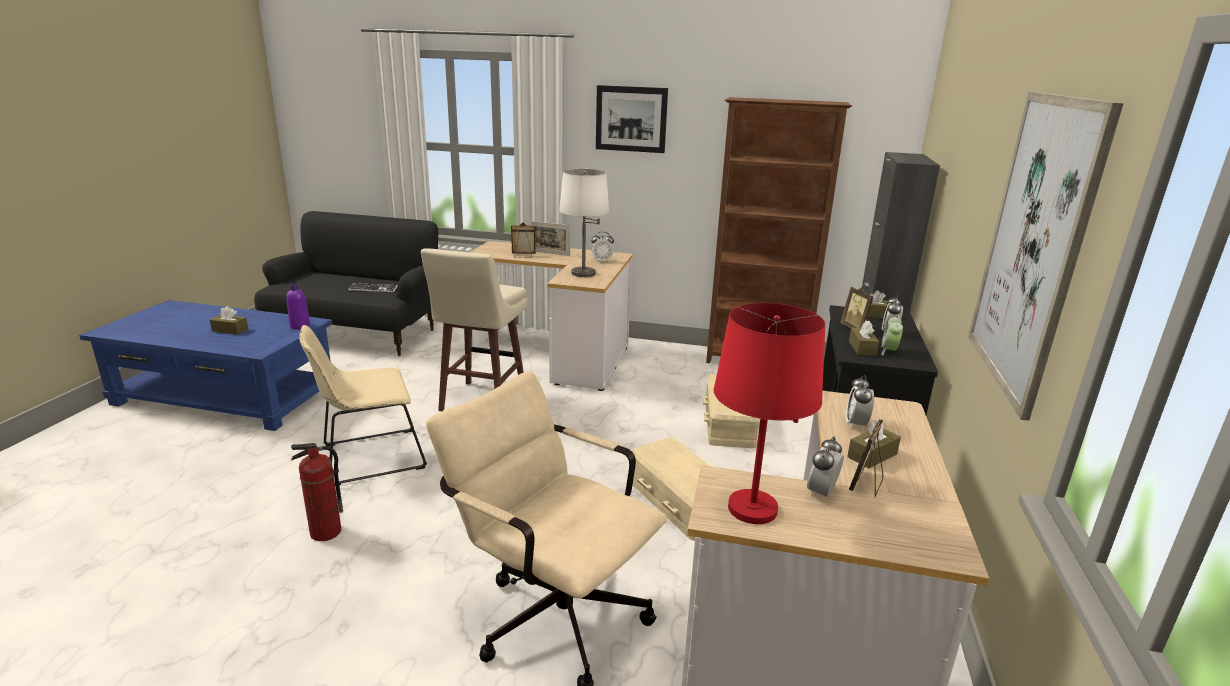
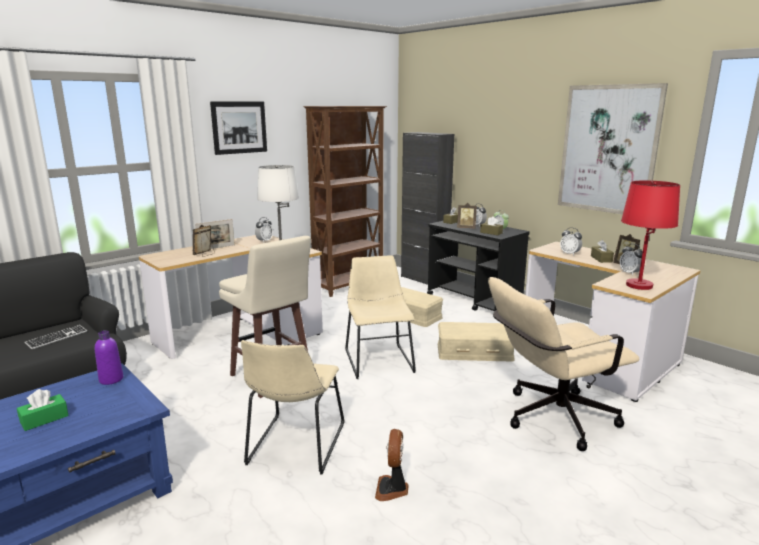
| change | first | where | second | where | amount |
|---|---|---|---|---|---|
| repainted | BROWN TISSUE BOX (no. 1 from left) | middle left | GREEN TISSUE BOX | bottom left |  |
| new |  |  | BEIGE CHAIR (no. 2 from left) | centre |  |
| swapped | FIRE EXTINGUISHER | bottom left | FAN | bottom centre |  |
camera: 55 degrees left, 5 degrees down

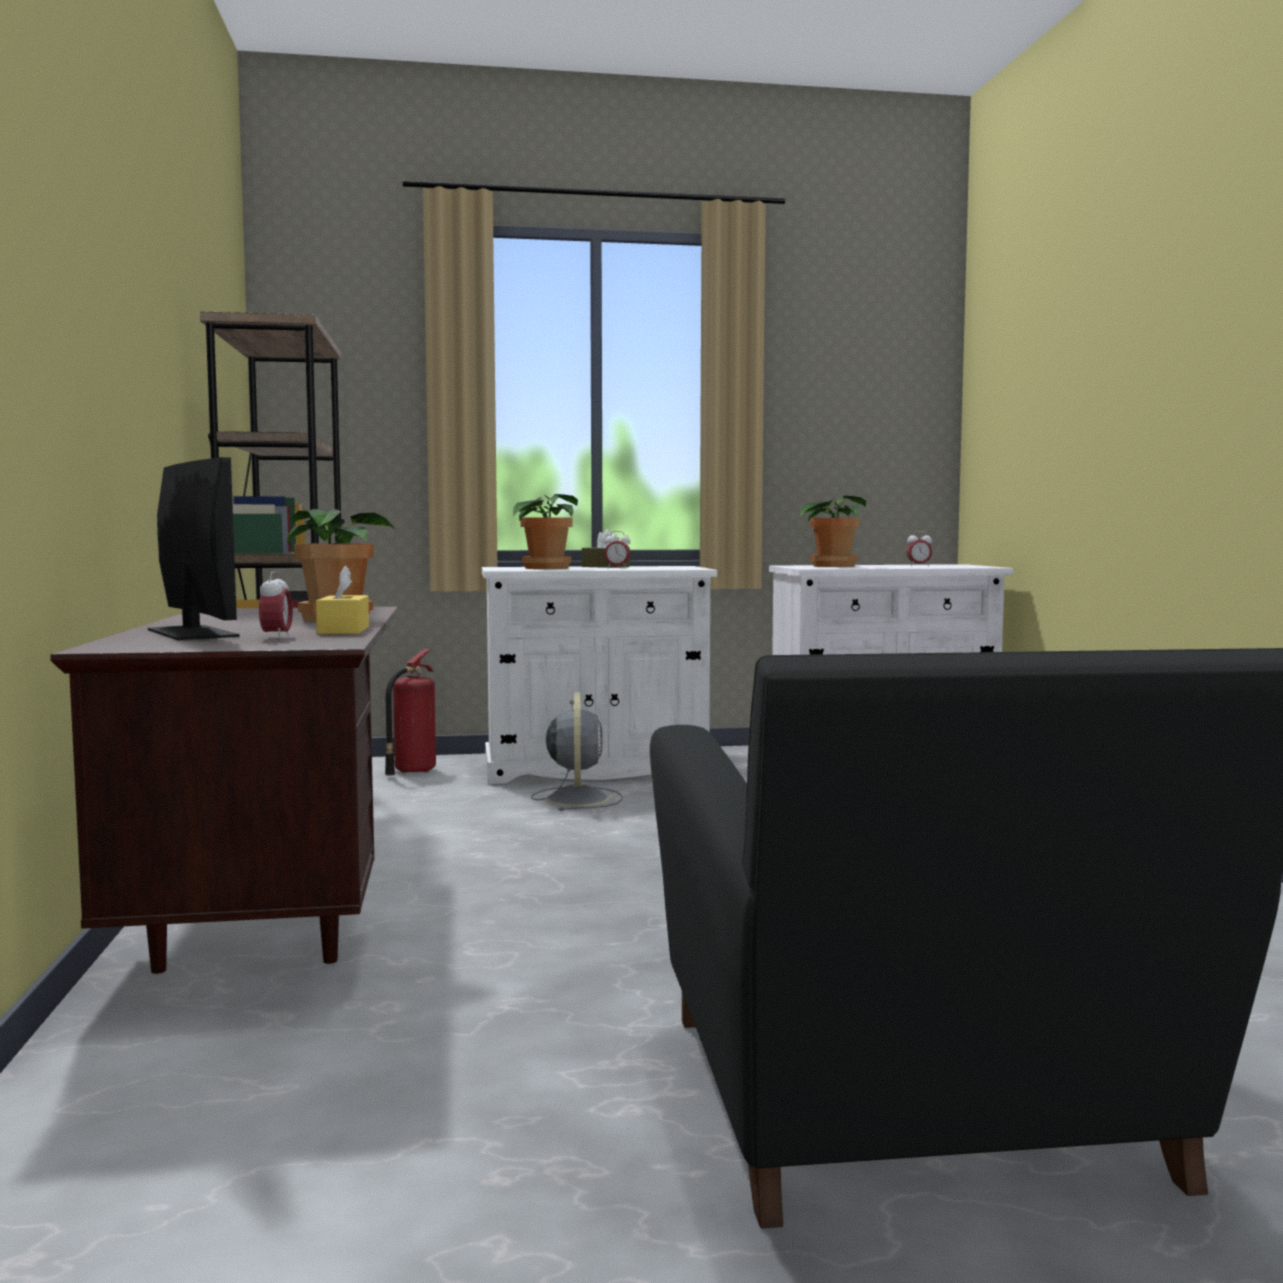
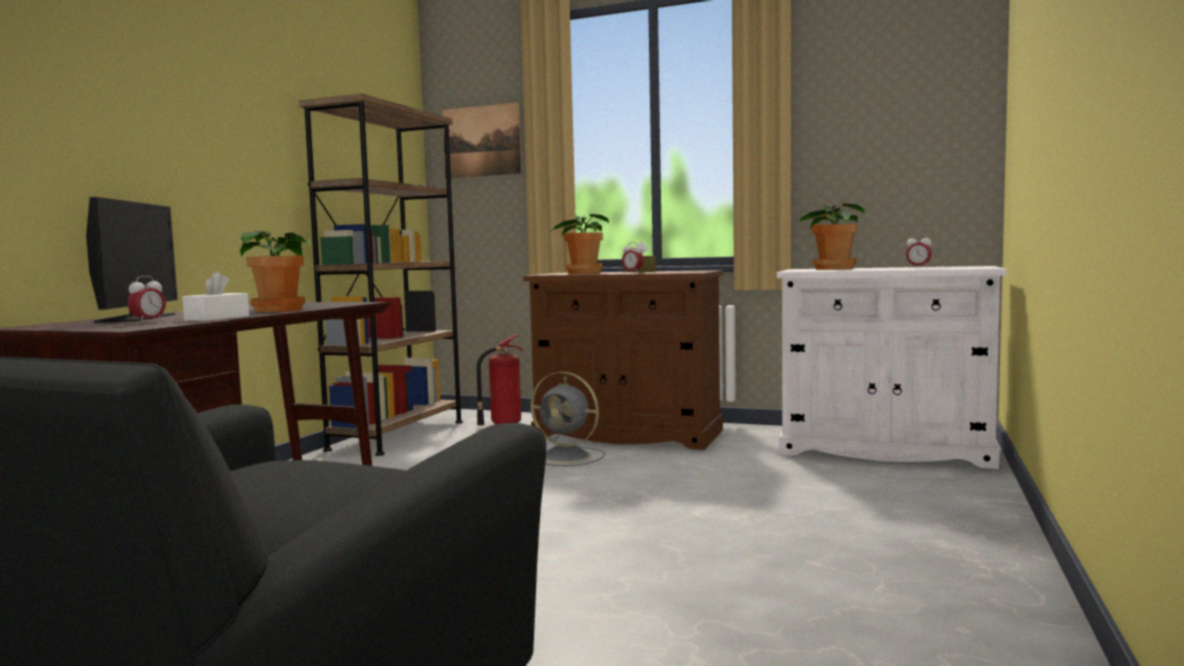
| change | first | where | second | where | amount |
|---|---|---|---|---|---|
| repainted | YELLOW TISSUE BOX | middle left | WHITE TISSUE BOX | middle left |  |
| new |  |  | PICTURE | top centre |  |
| repainted | WHITE CABINET (no. 1 from left) | centre | BROWN CABINET | centre |  |
| rotated | GREY FAN | centre |  | centre | 90 degrees clockwise |
camera: 30 degrees right, 0 degrees up

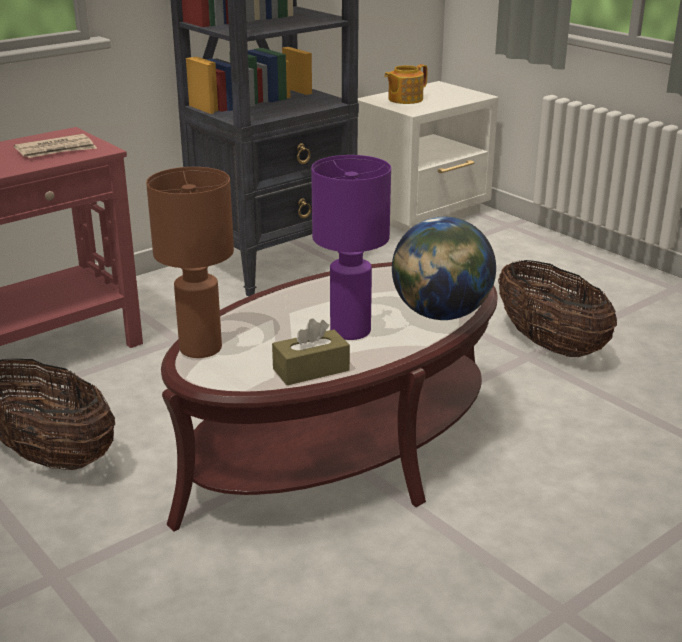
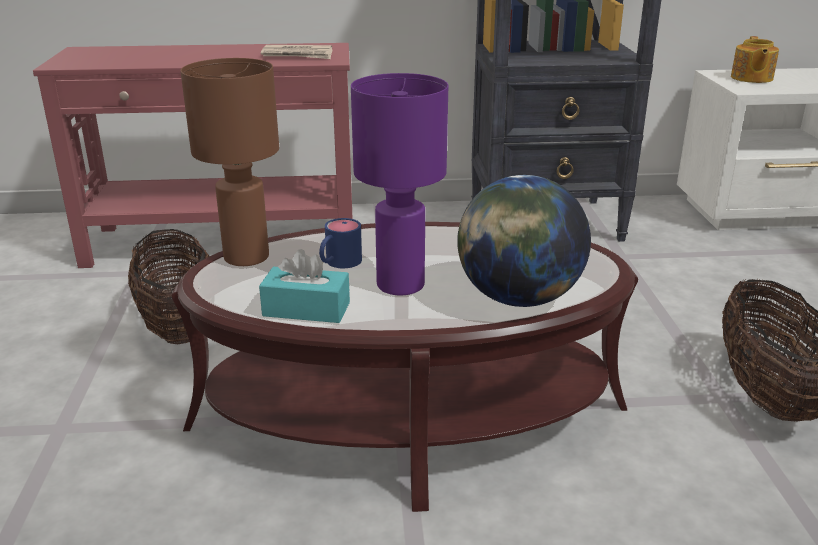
| change | first | where | second | where | amount |
|---|---|---|---|---|---|
| repainted | BROWN TISSUE BOX | centre | TURQUOISE TISSUE BOX | centre |  |
| new |  |  | BLUE MUG | centre |  |
| rotated | TEAPOT | top centre |  | top right | 75 degrees counterclockwise |
camera: 35 degrees right, 0 degrees up

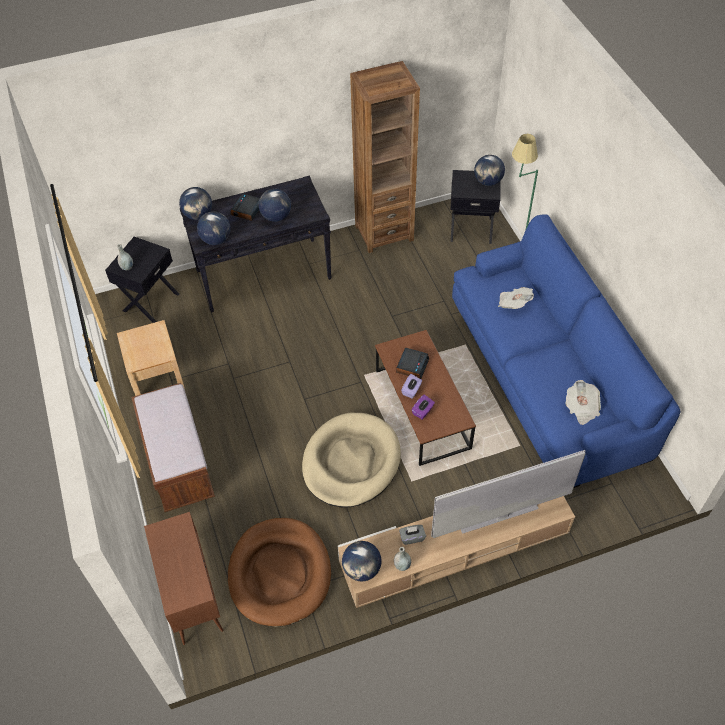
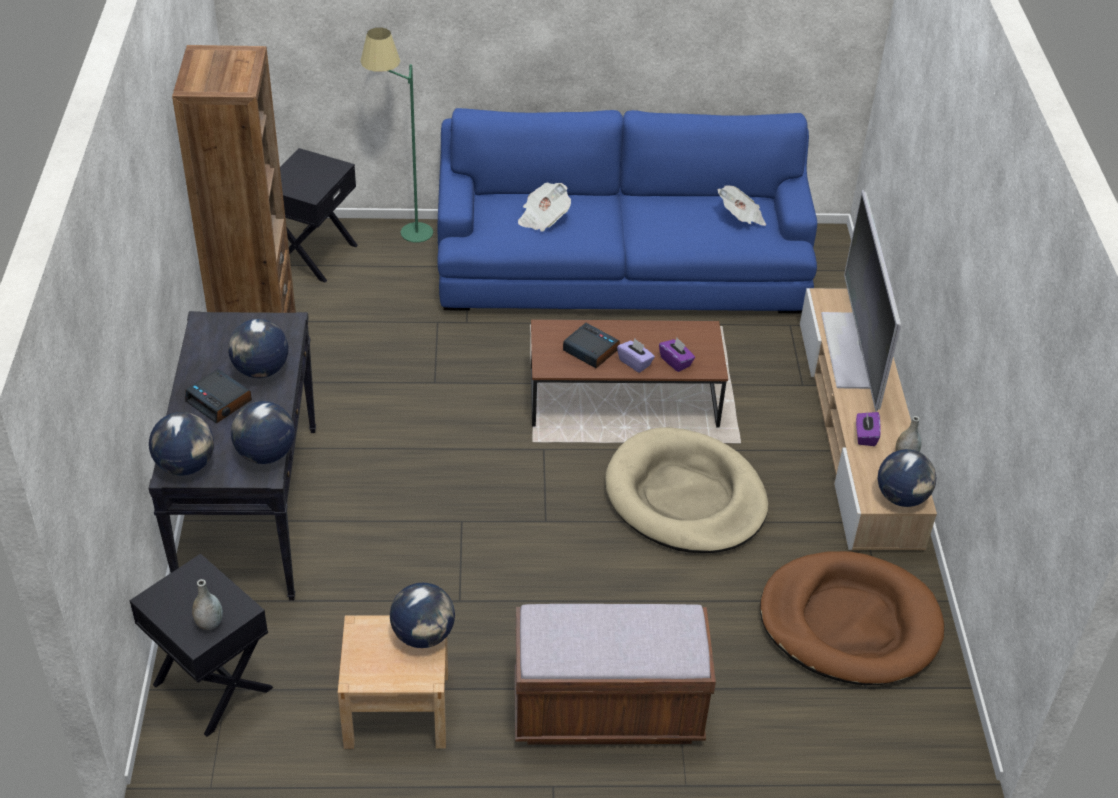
| change | first | where | second | where | amount |
|---|---|---|---|---|---|
| shifted | GLOBE (no. 5 from left in the first image) | top right | GLOBE (no. 4 from left) | bottom centre |  |
| repainted | GREY TISSUE BOX | bottom centre | PURPLE TISSUE BOX (no. 3 from left) | middle right |  |
| gone | BROWN CABINET | bottom left |  |  |  |
camera: 75 degrees left, 10 degrees down

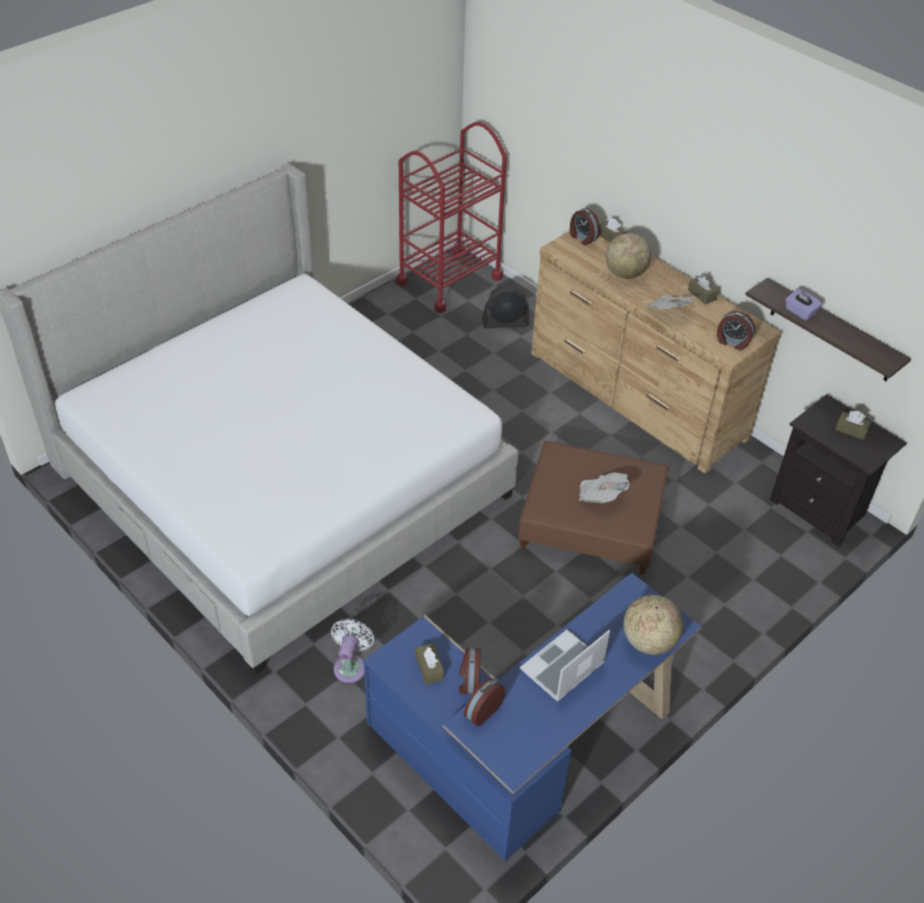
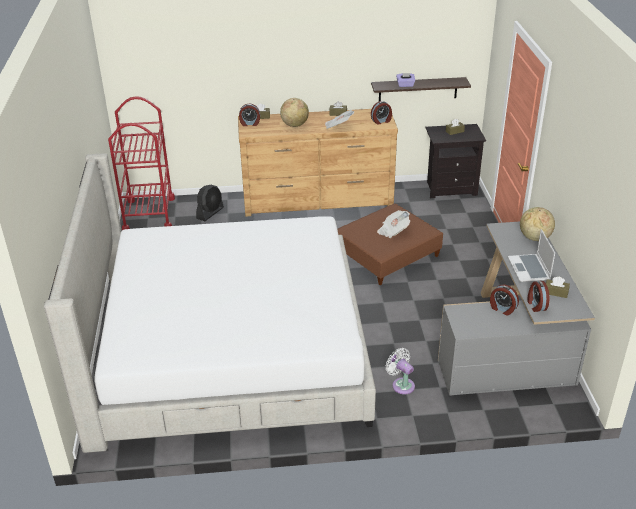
| change | first | where | second | where | amount |
|---|---|---|---|---|---|
| repainted | BLUE DESK | bottom centre | GREY DESK | middle right |  |
| shifted | BROWN TISSUE BOX (no. 1 from left in the first image) | bottom centre | BROWN TISSUE BOX (no. 4 from left) | middle right |  |
camera: 50 degrees left, 10 degrees down

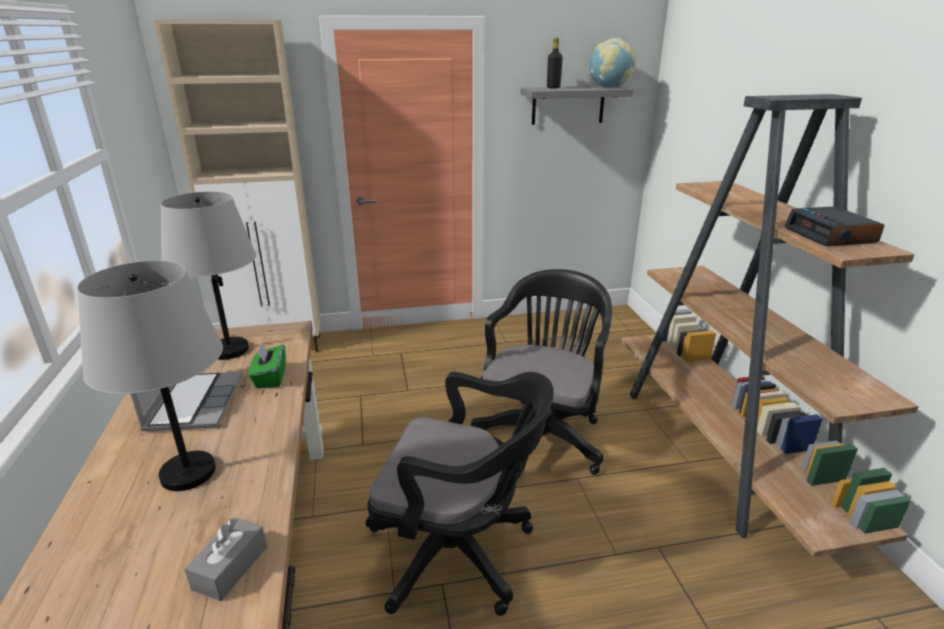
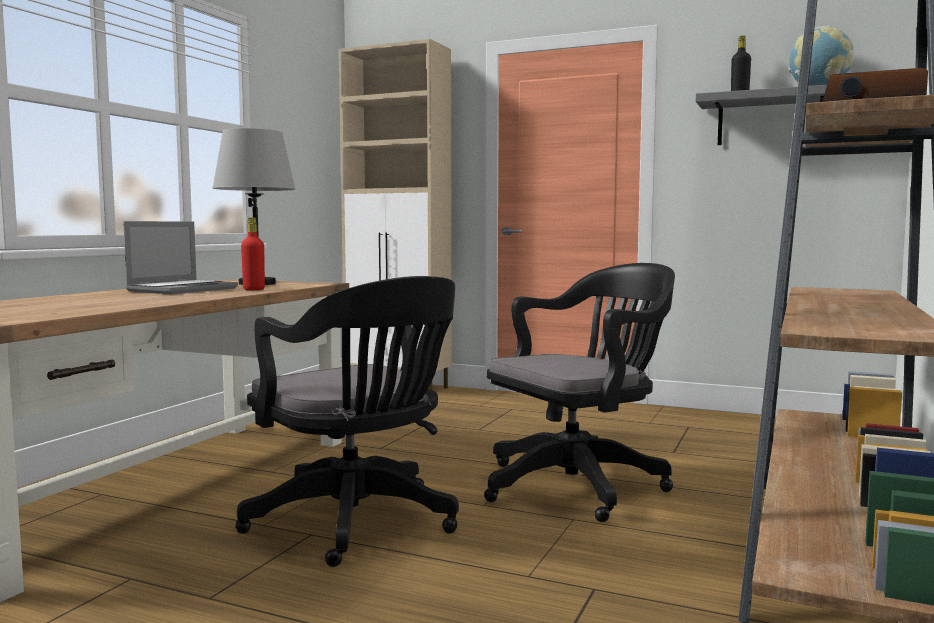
| change | first | where | second | where | amount |
|---|---|---|---|---|---|
| swapped | GREEN TISSUE BOX | middle left | RED BOTTLE | middle left |  |
| gone | GREY TABLE LAMP (no. 1 from left) | middle left |  |  |  |
| gone | GREY TISSUE BOX | bottom left |  |  |  |
camera: 35 degrees right, 20 degrees down

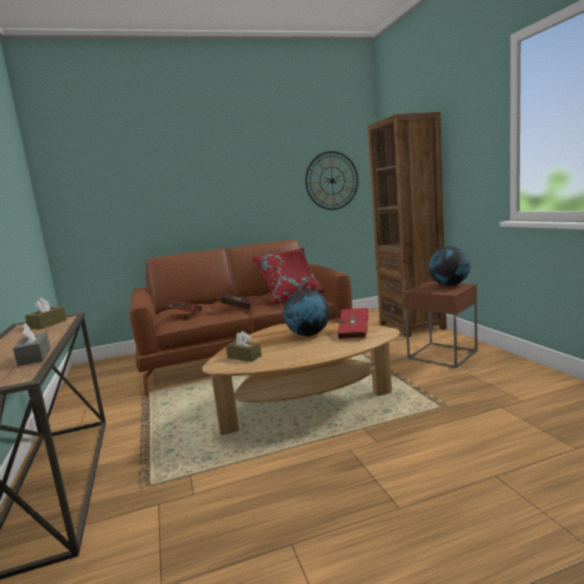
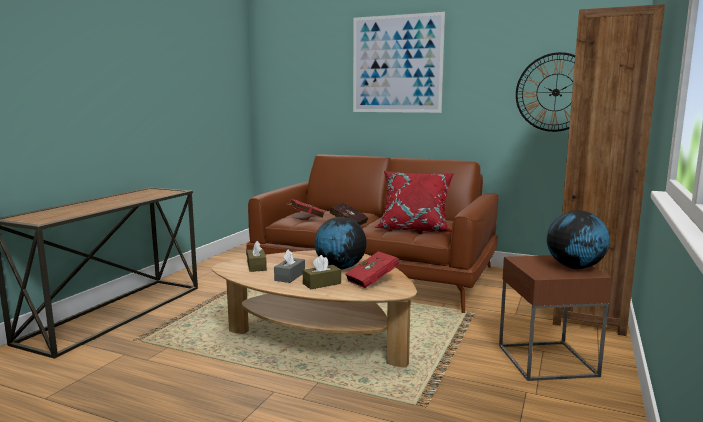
| change | first | where | second | where | amount |
|---|---|---|---|---|---|
| shifted | GREY TISSUE BOX | middle left |  | centre |  |
| shifted | BROWN TISSUE BOX (no. 1 from left in the first image) | middle left | BROWN TISSUE BOX (no. 2 from left) | centre |  |
| new |  |  | PICTURE | top centre |  |
camera: 40 degrees right, 0 degrees up

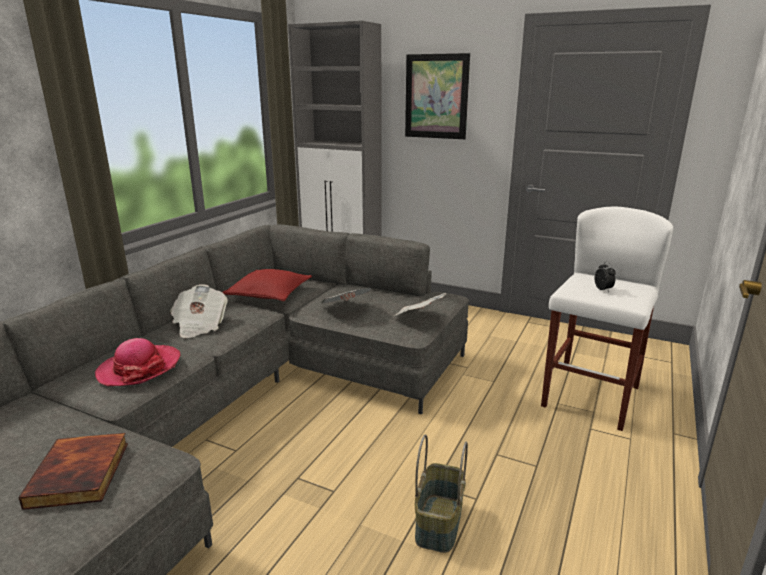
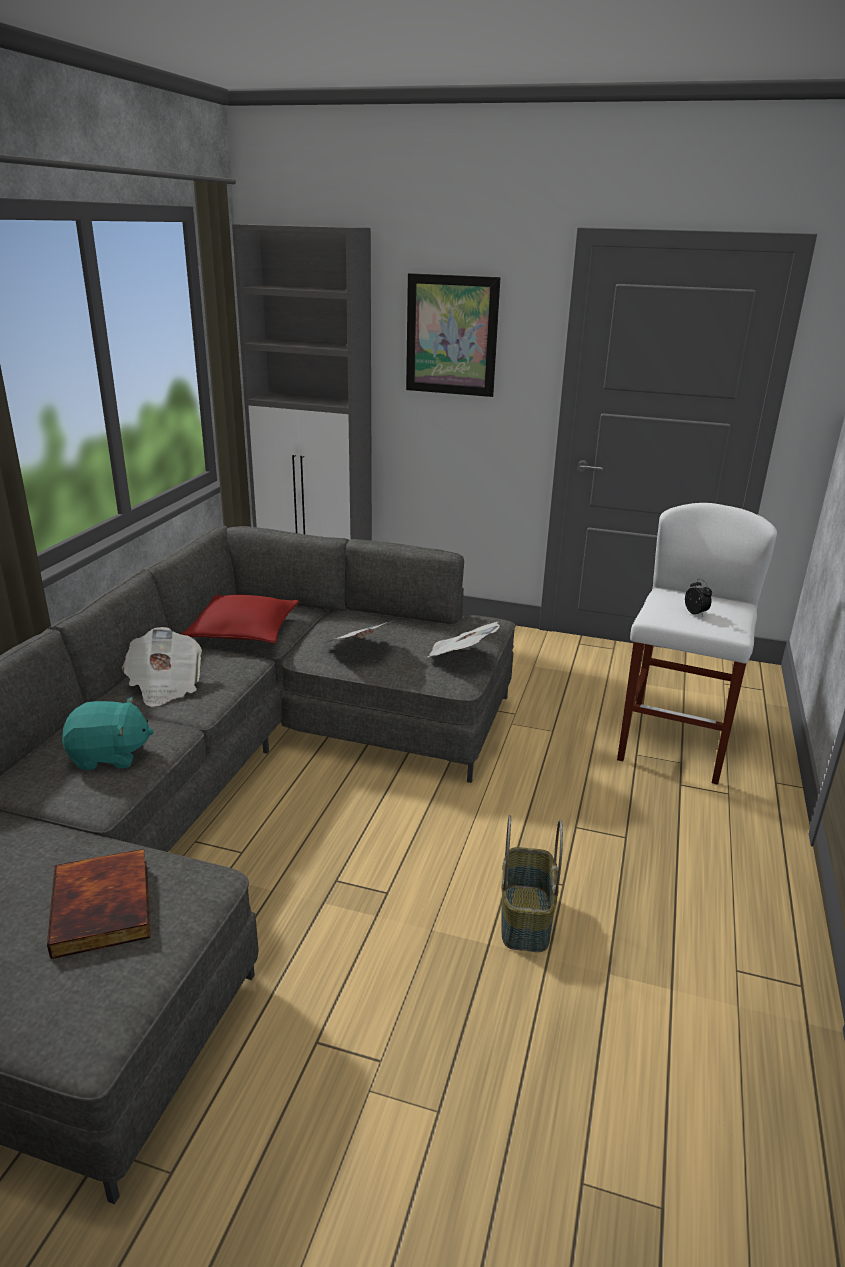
| change | first | where | second | where | amount |
|---|---|---|---|---|---|
| swapped | HAT | middle left | TURQUOISE PLUSH TOY | middle left |  |
camera: 10 degrees left, 5 degrees up

